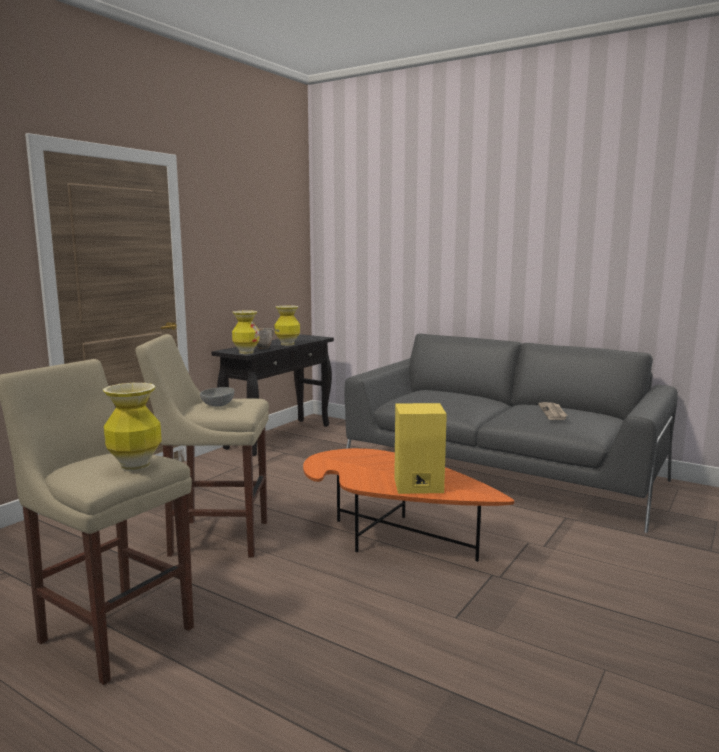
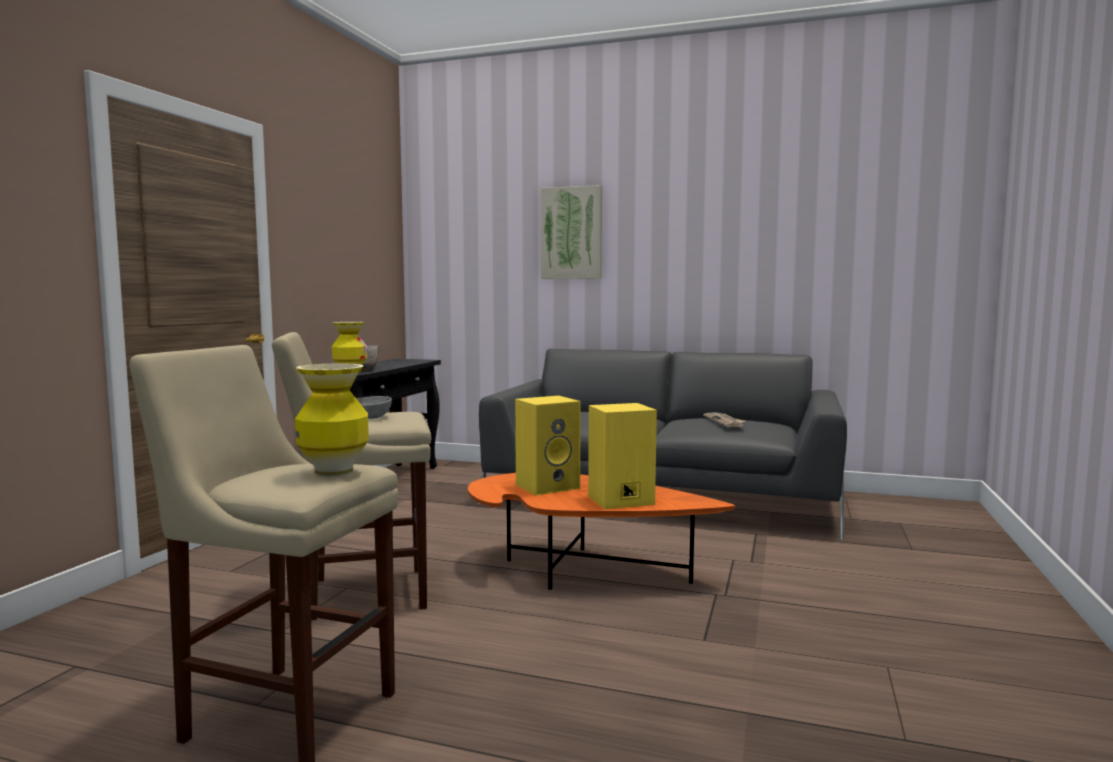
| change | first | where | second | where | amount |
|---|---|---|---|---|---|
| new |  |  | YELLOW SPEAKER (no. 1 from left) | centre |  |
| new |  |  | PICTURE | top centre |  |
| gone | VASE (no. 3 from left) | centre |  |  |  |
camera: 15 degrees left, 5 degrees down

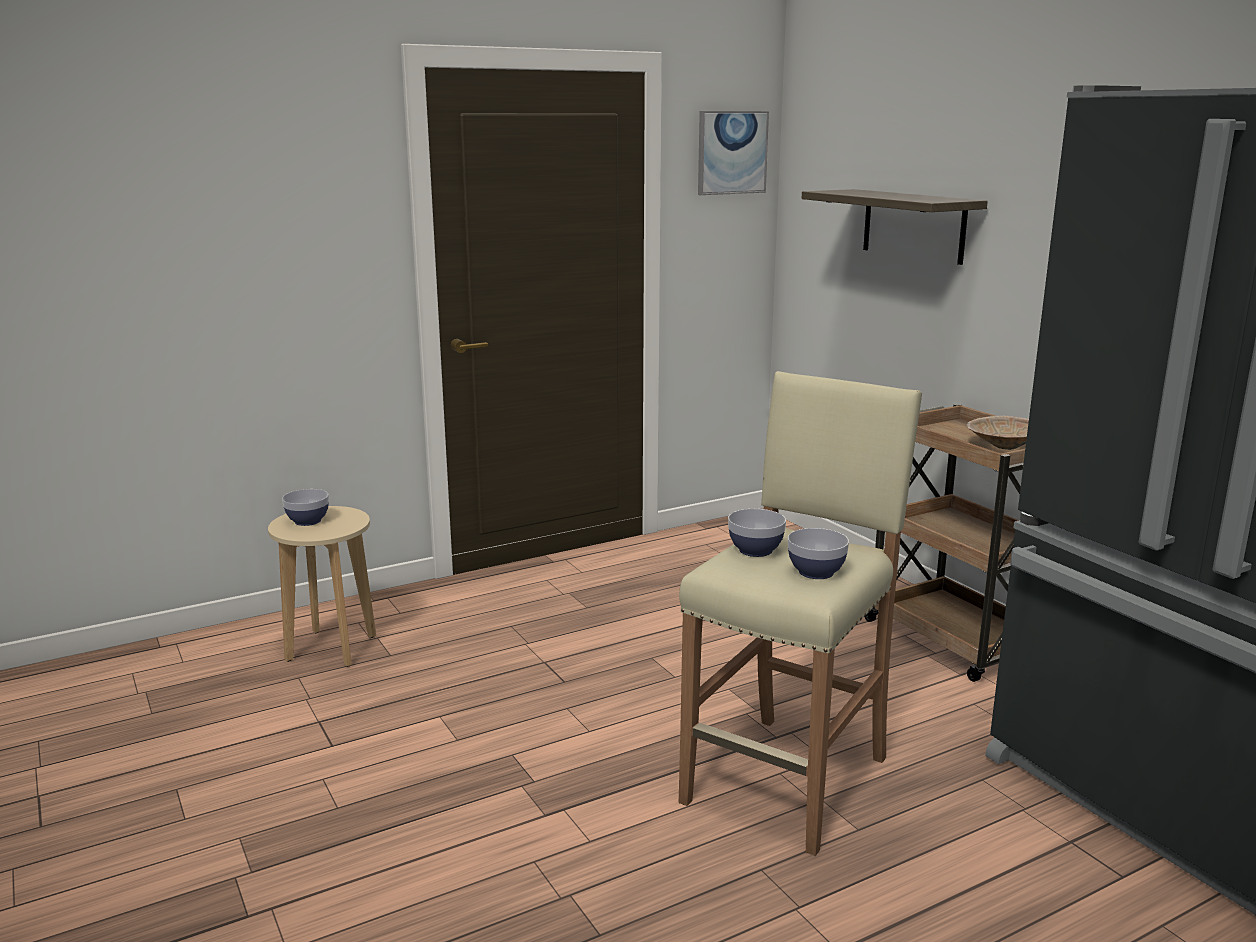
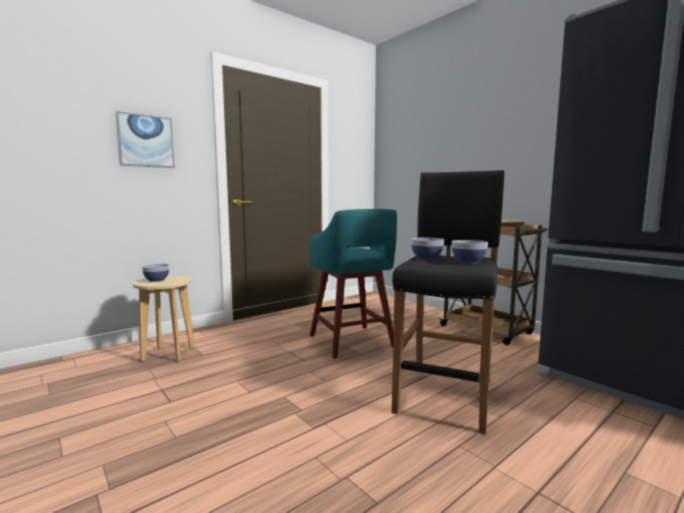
| change | first | where | second | where | amount |
|---|---|---|---|---|---|
| shifted | PICTURE | top centre |  | top left |  |
| new |  |  | TURQUOISE STOOL | centre |  |
| repainted | BEIGE STOOL (no. 2 from left) | centre | BLACK STOOL | centre |  |
| gone | SHELF | top right |  |  |  |
camera: 10 degrees left, 10 degrees down

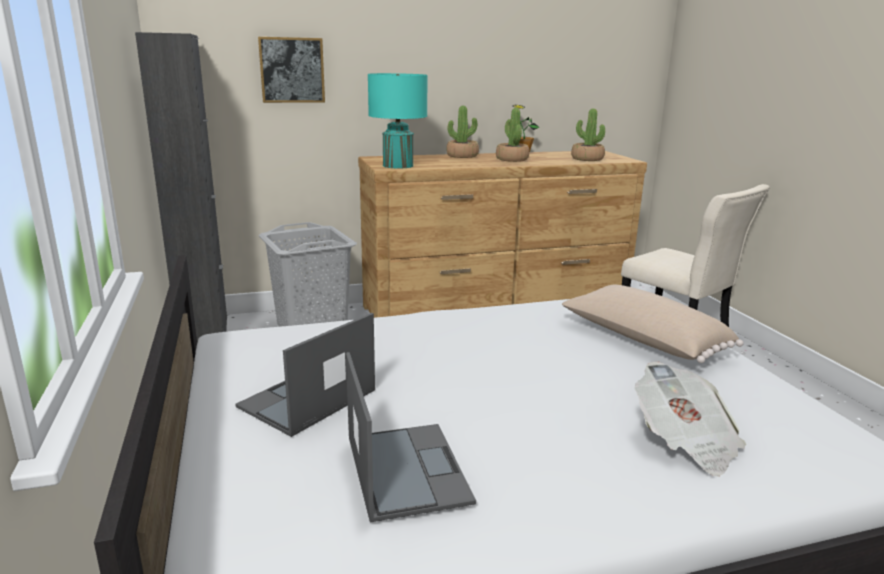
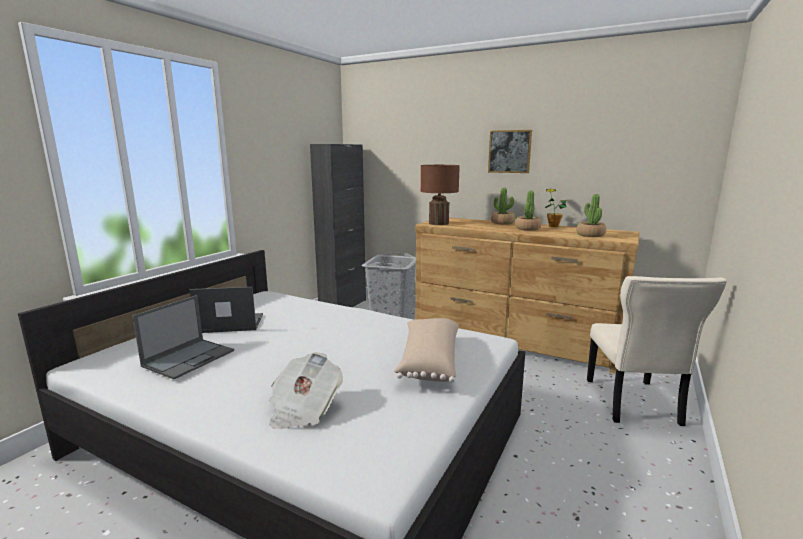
| change | first | where | second | where | amount |
|---|---|---|---|---|---|
| repainted | TURQUOISE TABLE LAMP | top centre | BROWN TABLE LAMP | centre |  |
| shifted | PICTURE | top left |  | top centre |  |
camera: 45 degrees right, 5 degrees down

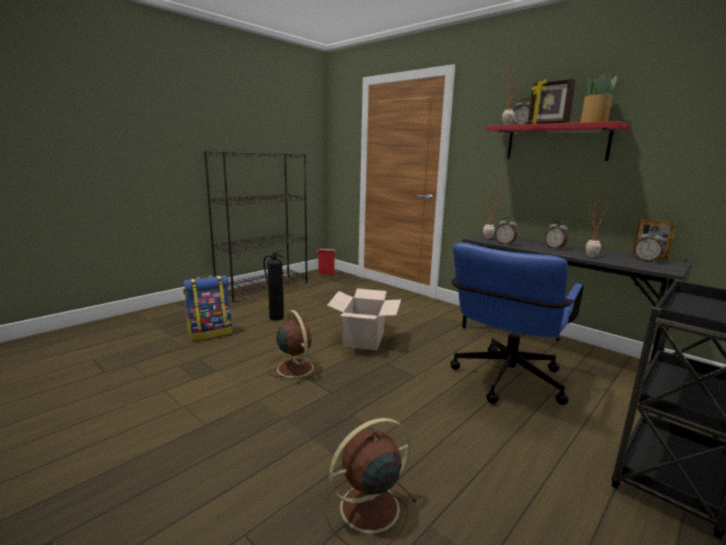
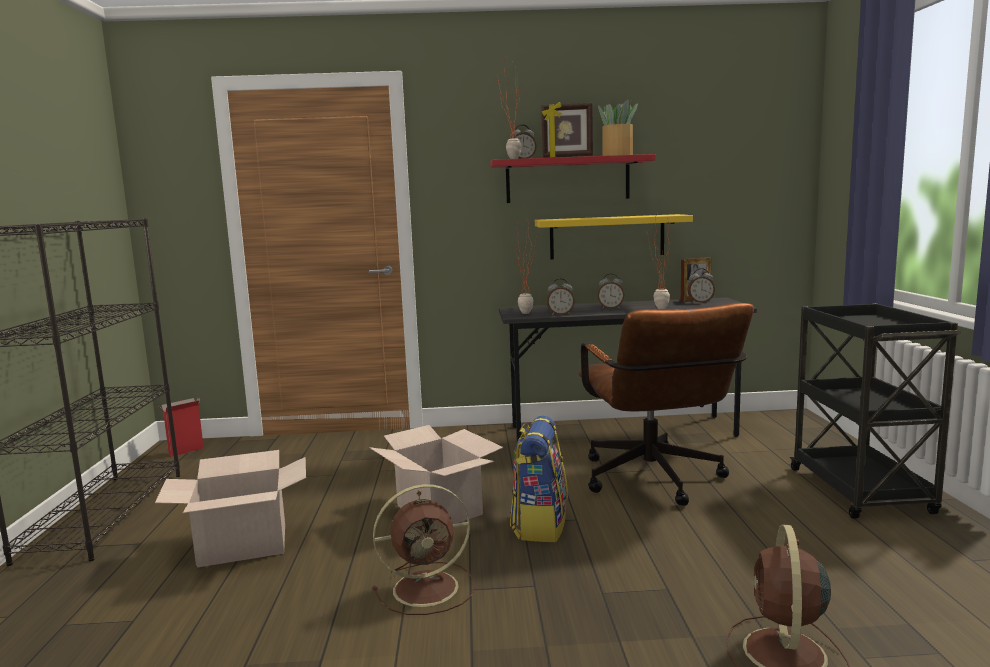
| change | first | where | second | where | amount |
|---|---|---|---|---|---|
| swapped | FIRE EXTINGUISHER | centre | CARDBOARD BOX (no. 2 from left) | bottom left |  |
| rotated | BROWN FAN (no. 1 from left) | centre |  | bottom centre | 150 degrees clockwise |
| shifted | BACKPACK | middle left |  | bottom centre |  |
| new |  |  | YELLOW SHELF | centre |  |
| repainted | BLUE OFFICE CHAIR | middle right | BROWN OFFICE CHAIR | middle right |  |
camera: 45 degrees left, 5 degrees down

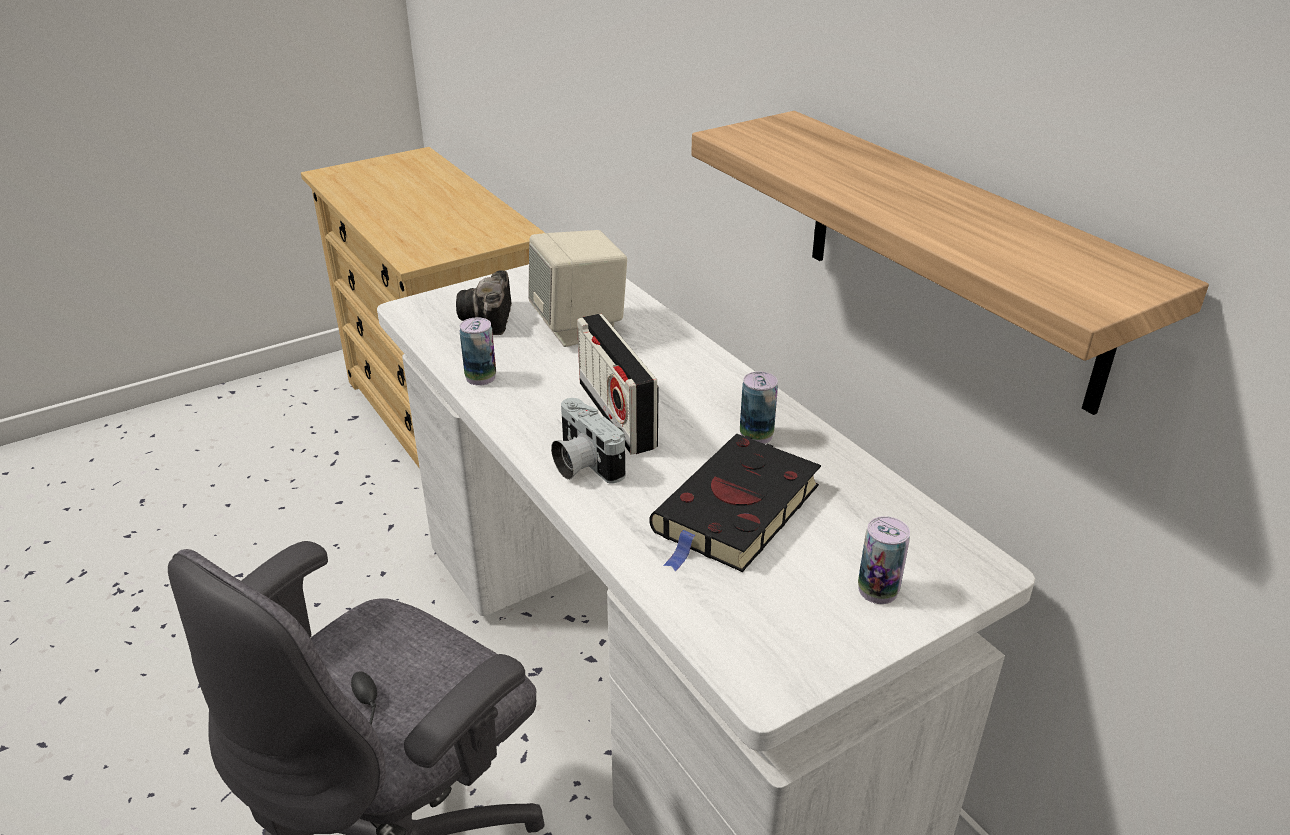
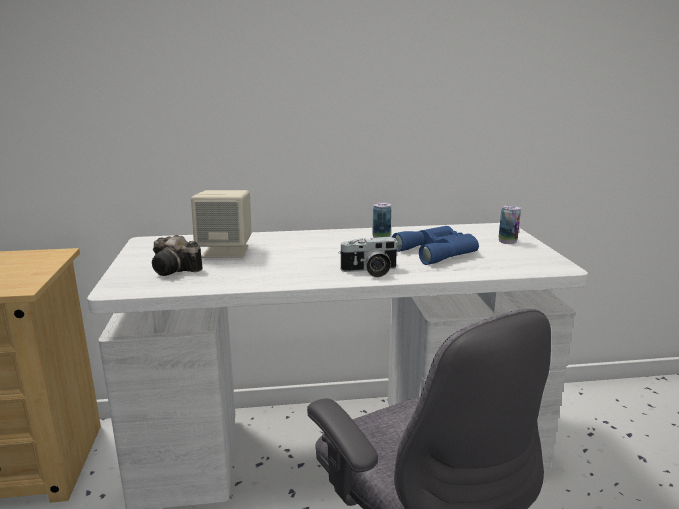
| change | first | where | second | where | amount |
|---|---|---|---|---|---|
| swapped | BLACK BOOK | centre | BLUE BINOCULARS | centre |  |
| gone | CAN (no. 1 from left) | centre |  |  |  |
| gone | RADIO | centre |  |  |  |
| gone | SHELF | top right |  |  |  |
camera: 65 degrees left, 15 degrees down

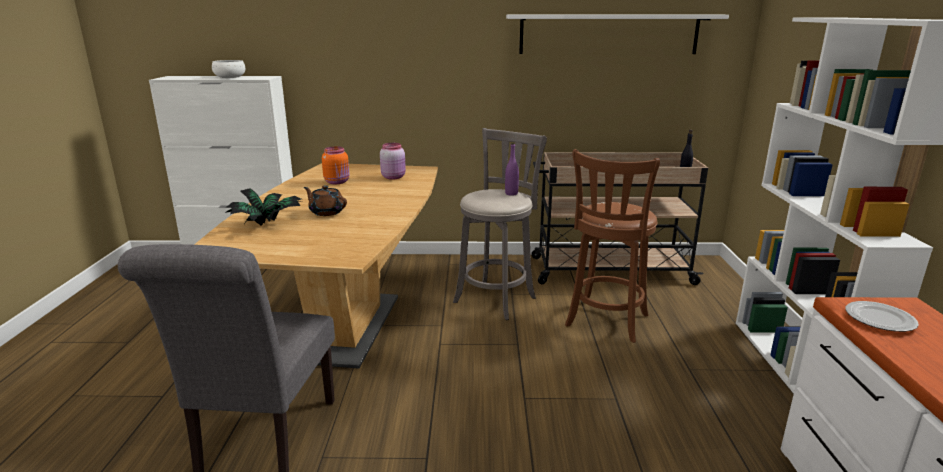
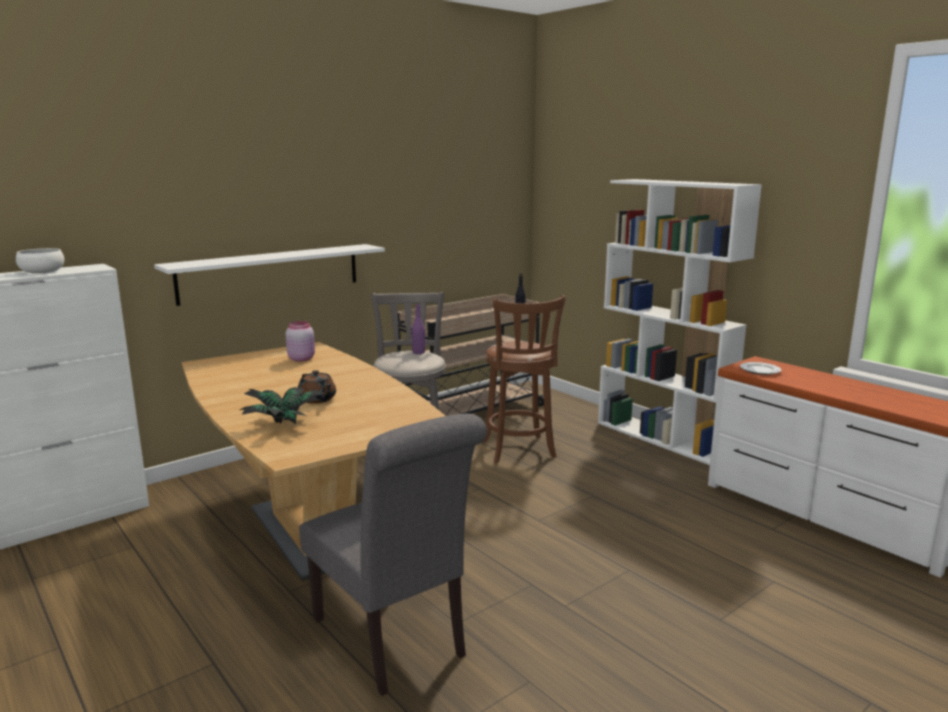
| change | first | where | second | where | amount |
|---|---|---|---|---|---|
| shifted | WHITE SHELF | top centre |  | middle left |  |
| rotated | BROWN TEAPOT | centre |  | centre | 120 degrees counterclockwise |
| gone | ORANGE JAR | centre |  |  |  |
camera: 40 degrees left, 5 degrees down

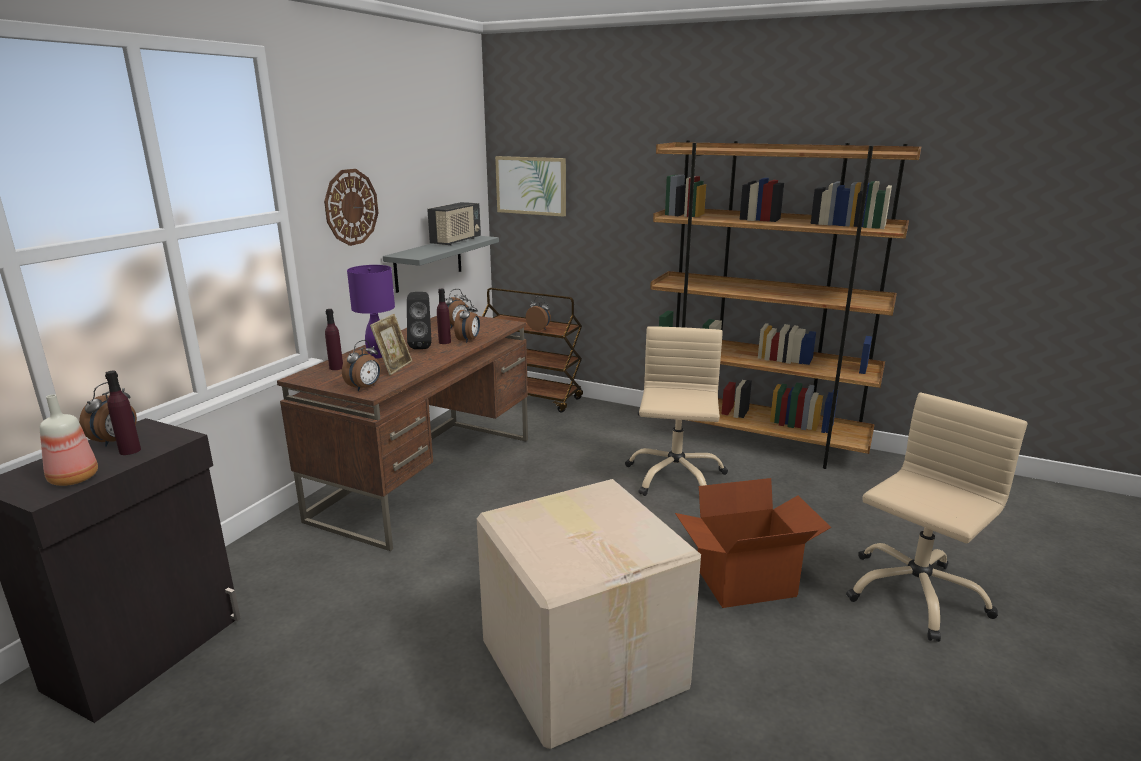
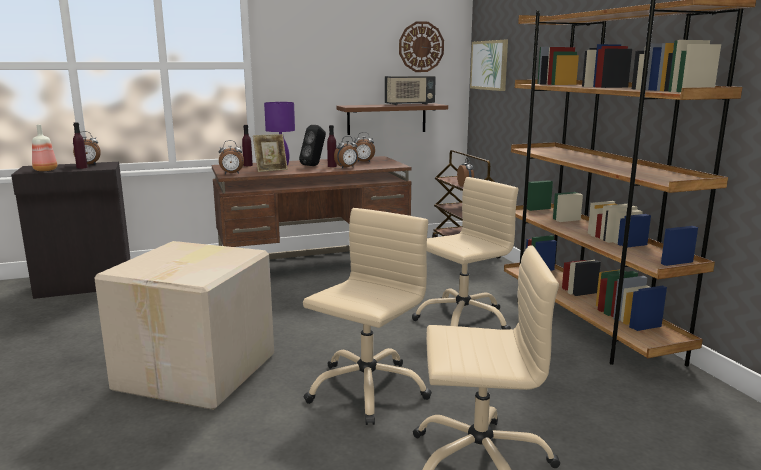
| change | first | where | second | where | amount |
|---|---|---|---|---|---|
| swapped | CARDBOARD BOX (no. 2 from left) | bottom centre | BEIGE OFFICE CHAIR (no. 1 from left) | bottom centre |  |
| repainted | GREY SHELF | centre | BROWN SHELF | top centre |  |
| shifted | WALL CLOCK | top left |  | top centre |  |
camera: 45 degrees right, 5 degrees down

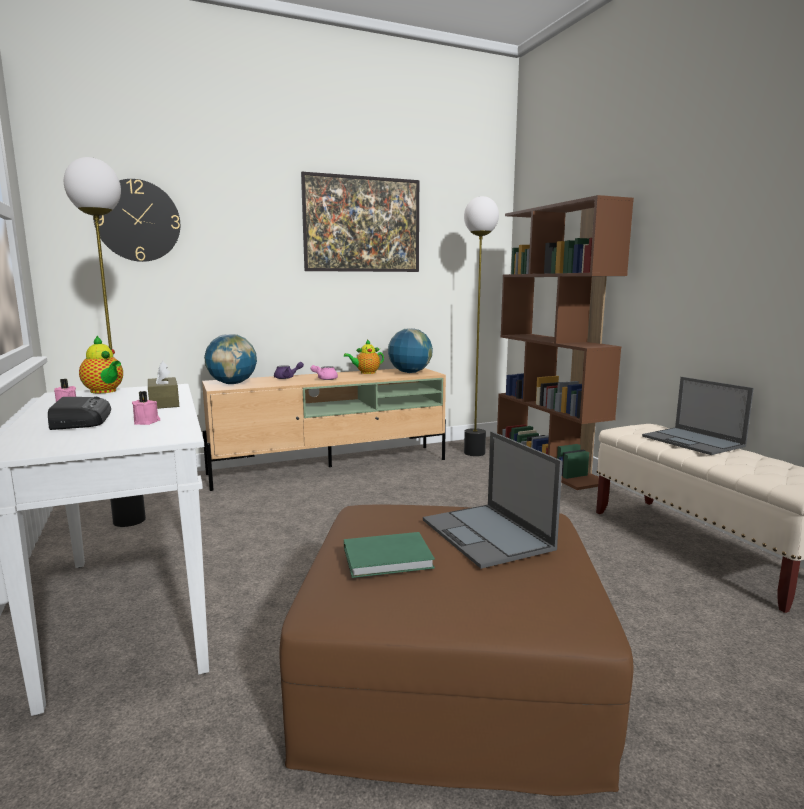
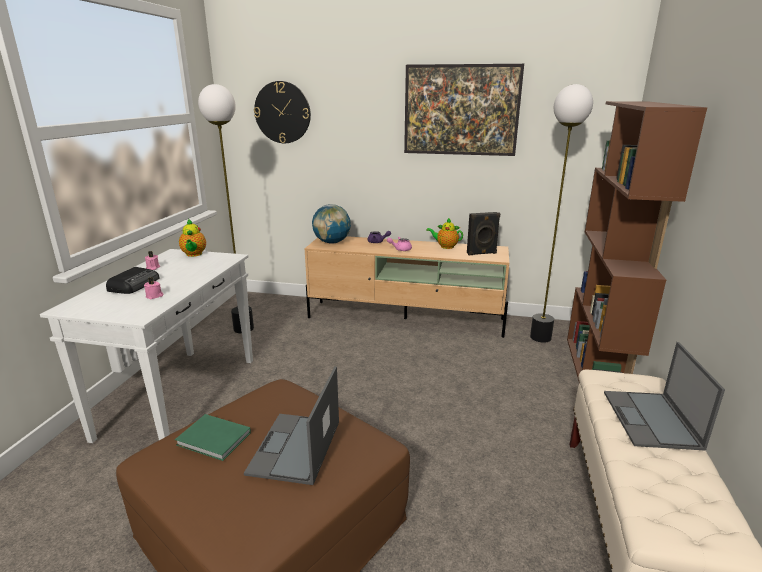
| change | first | where | second | where | amount |
|---|---|---|---|---|---|
| swapped | GLOBE (no. 2 from left) | centre | BLACK SPEAKER | centre |  |
| gone | BROWN TISSUE BOX | middle left |  |  |  |
camera: 35 degrees right, 10 degrees up

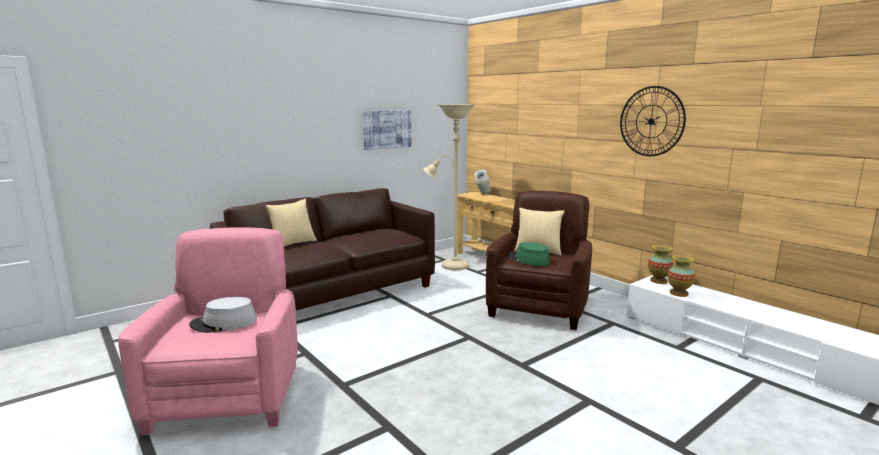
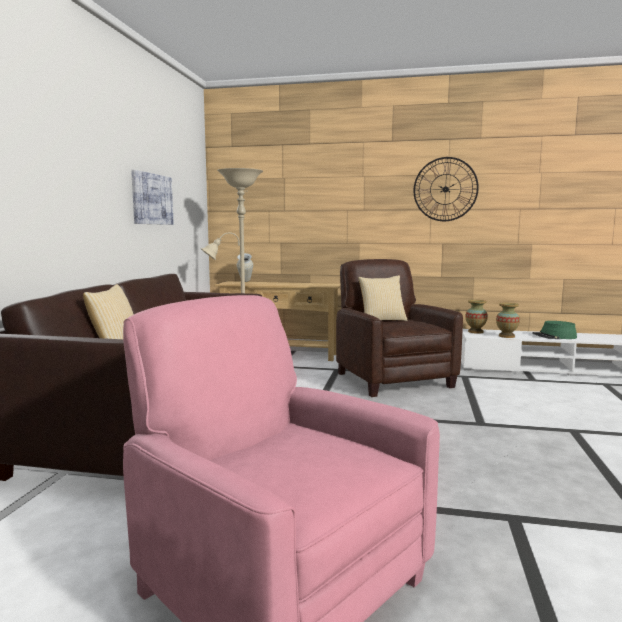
| change | first | where | second | where | amount |
|---|---|---|---|---|---|
| shifted | GREEN HAT | centre |  | middle right |  |
| gone | GREY HAT | bottom left |  |  |  |
camera: 40 degrees left, 5 degrees down

